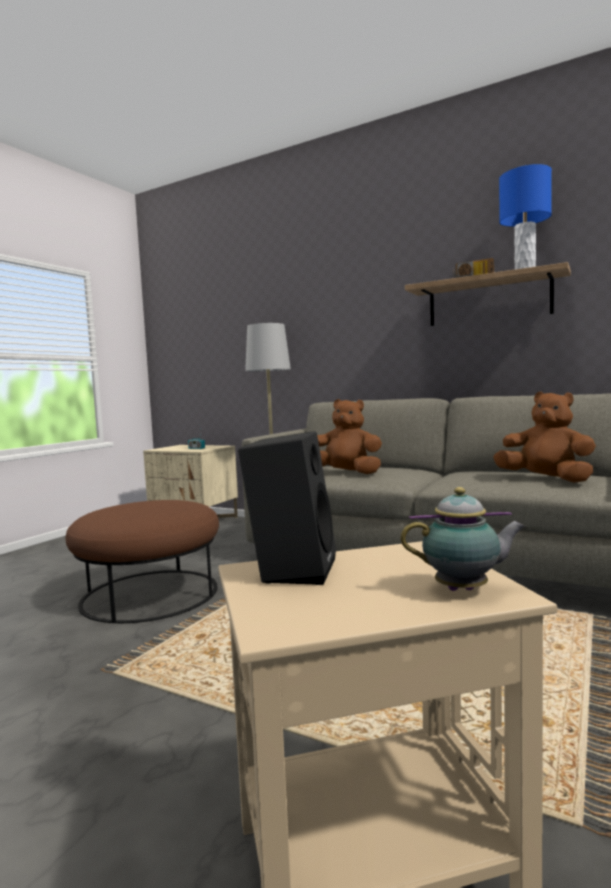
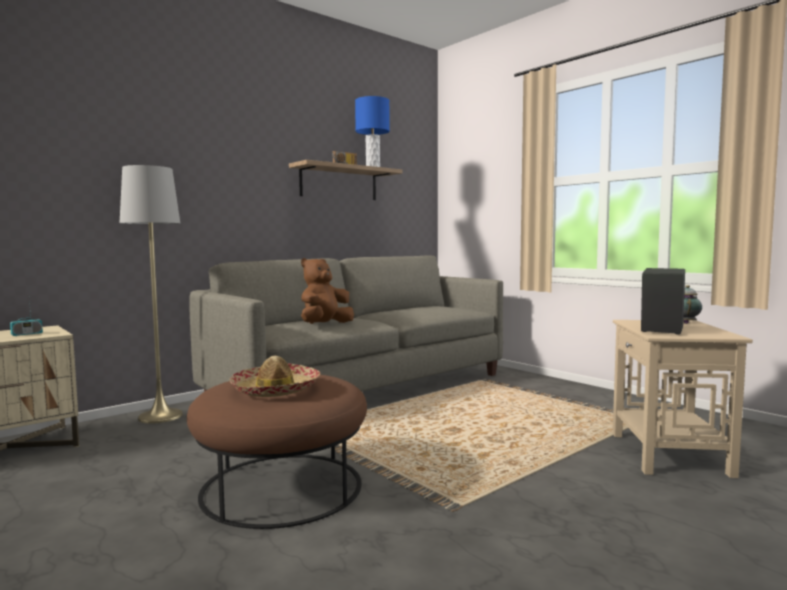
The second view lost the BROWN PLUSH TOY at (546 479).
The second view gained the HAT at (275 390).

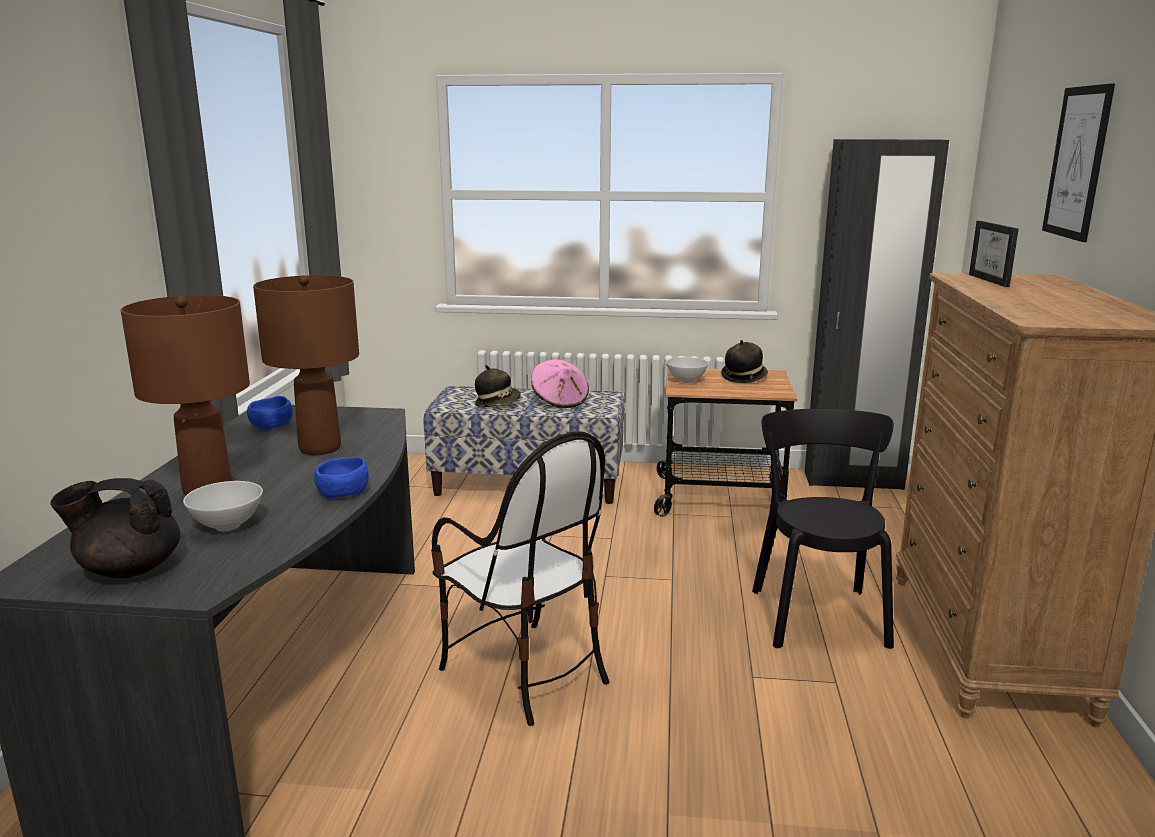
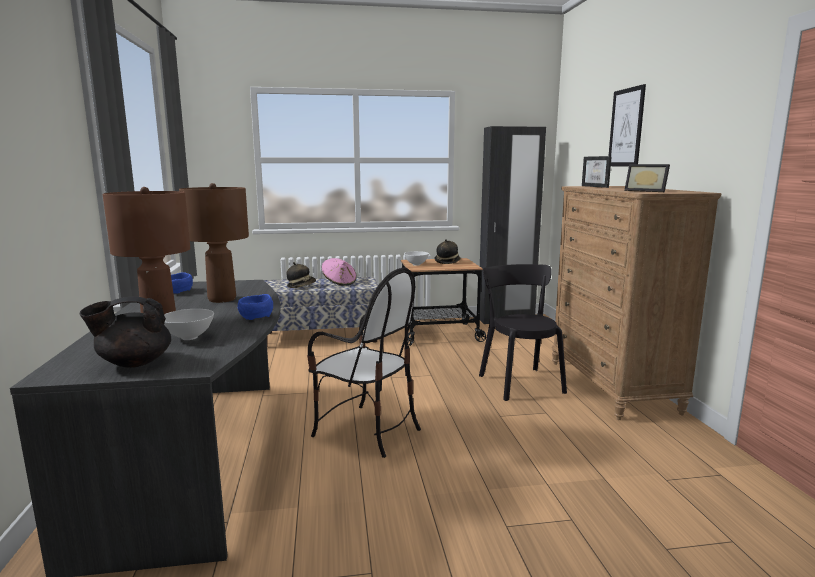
The second view gained the PICTURE FRAME at (647 191).

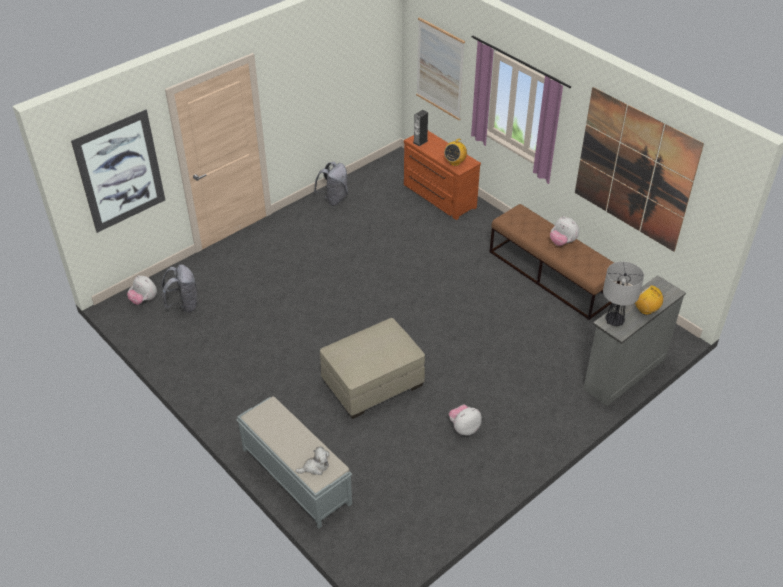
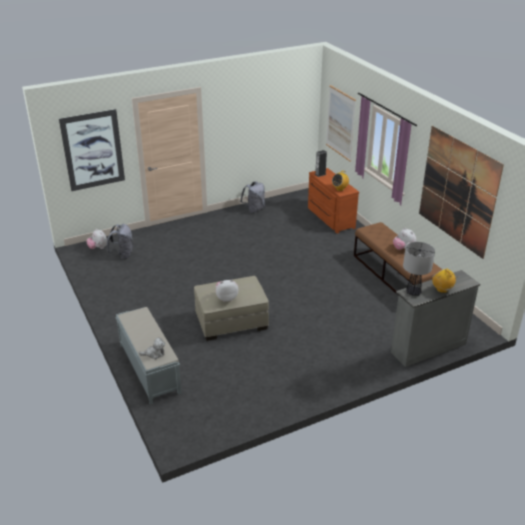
The PLUSH TOY ended up elsewhere, having gone from (464 428) to (226 298).

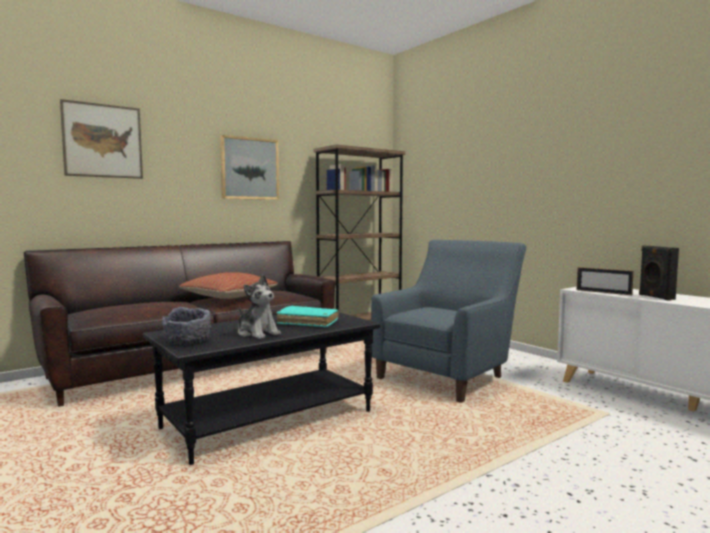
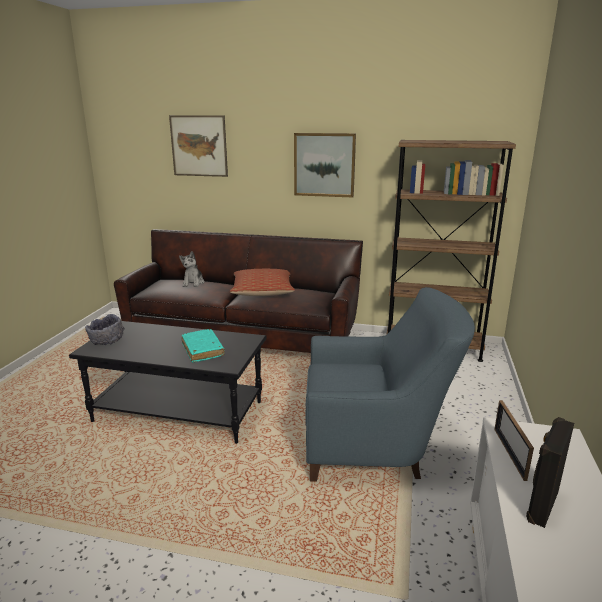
The PLUSH TOY ended up elsewhere, having gone from (257 333) to (193 283).

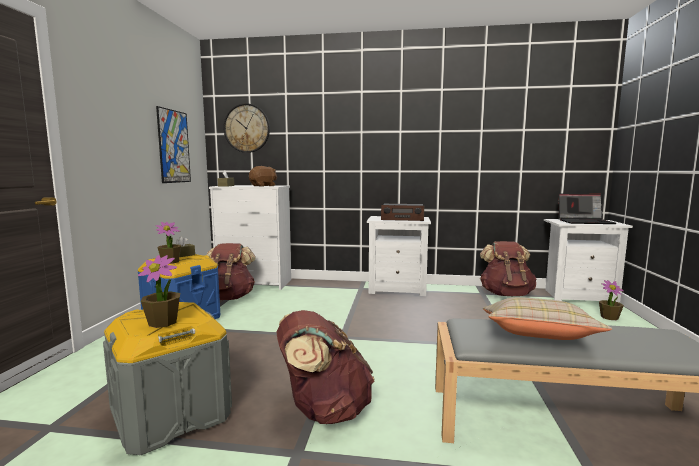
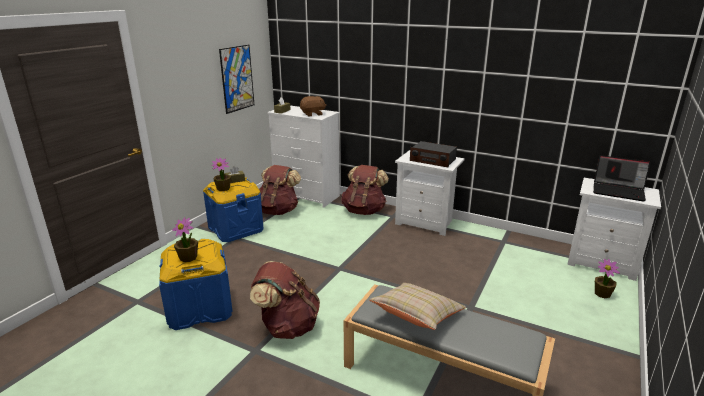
The second view lost the WALL CLOCK at (247 128).
The BROWN BACKPACK ended up elsewhere, having gone from (506 294) to (364 211).
What was the GREY STORAGE BOX at (171 415) turned into the BLUE STORAGE BOX at (199 308).

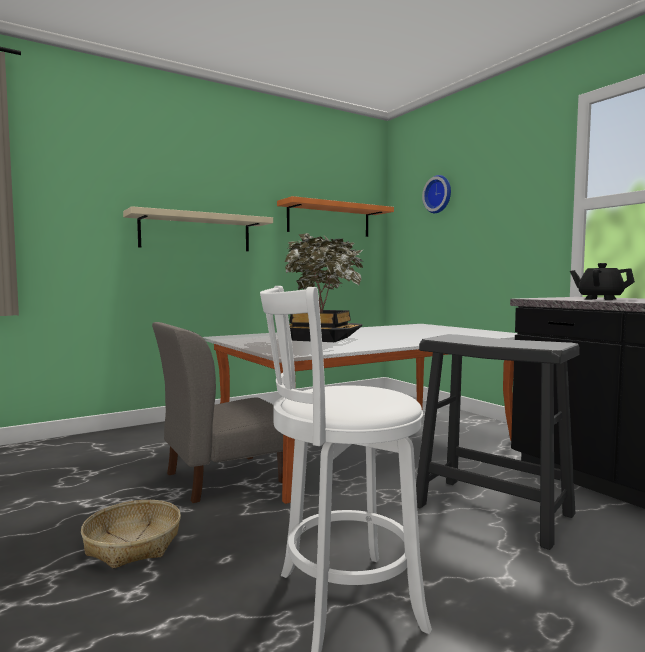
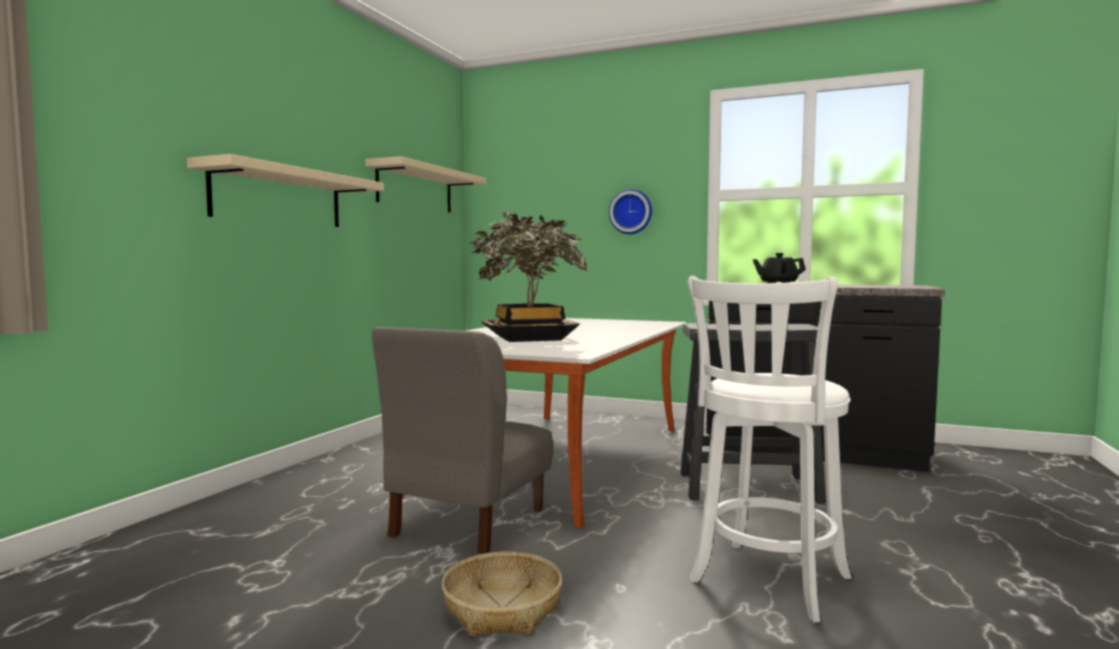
The WALL CLOCK ended up elsewhere, having gone from (439 194) to (631 212).
What was the ORANGE SHELF at (329 220) turned into the BEIGE SHELF at (415 189).

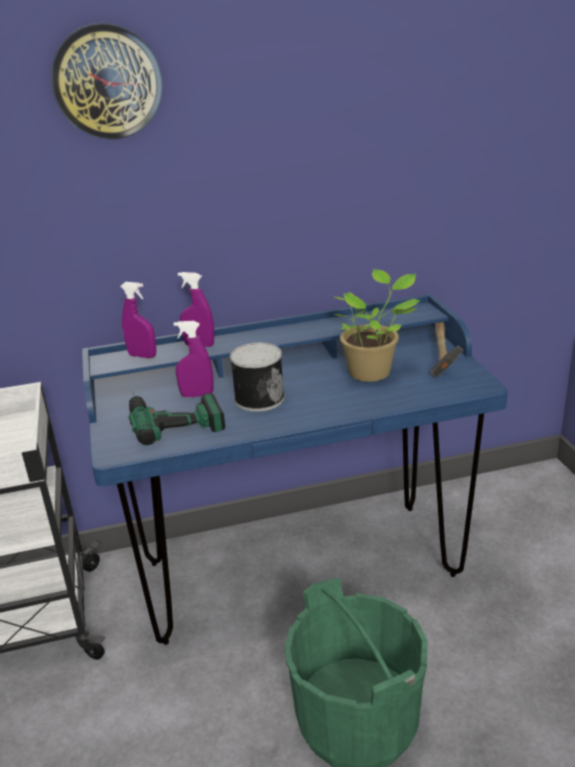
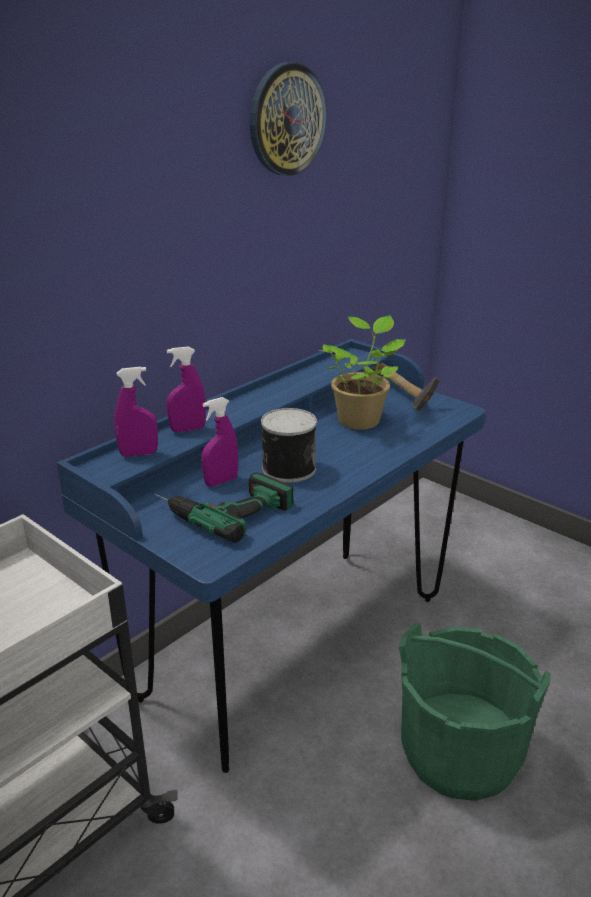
The WALL CLOCK ended up elsewhere, having gone from (107 82) to (286 120).

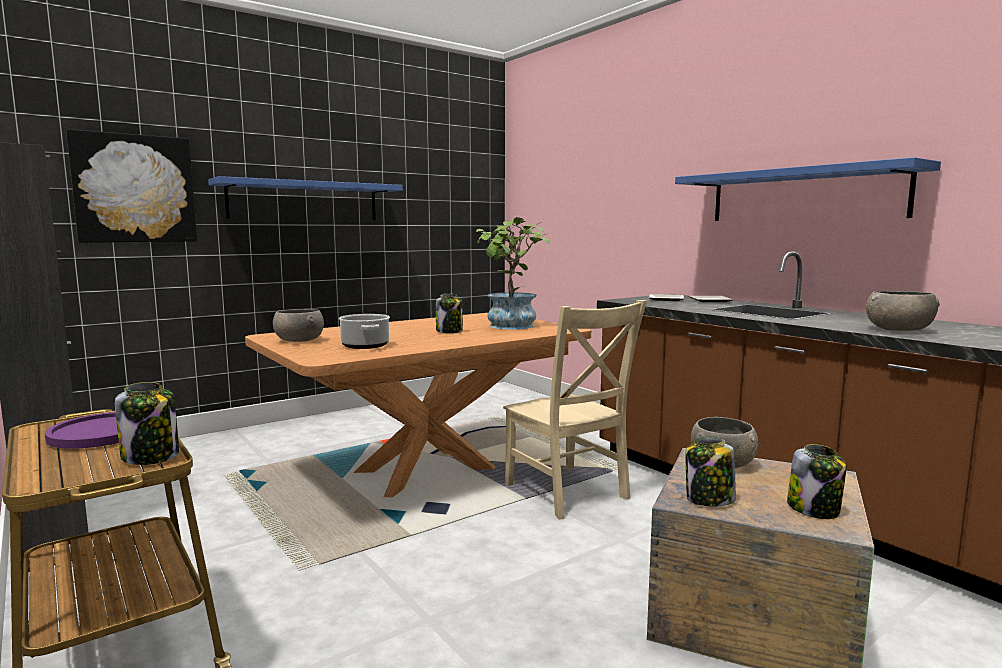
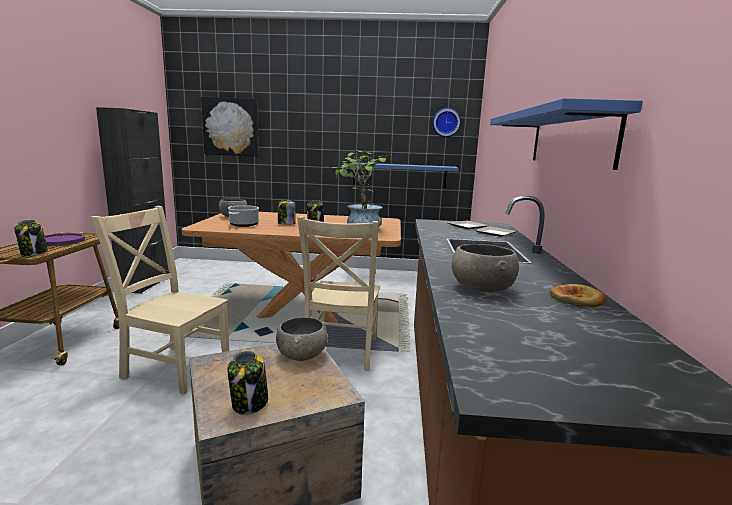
The BLUE SHELF ended up elsewhere, having gone from (304 201) to (399 175).
The JAR ended up elsewhere, having gone from (709 500) to (286 224).
The second view gained the WALL CLOCK at (446 122).
The second view gained the BEIGE CHAIR at (174 367).
The second view gained the BREAD at (577 300).

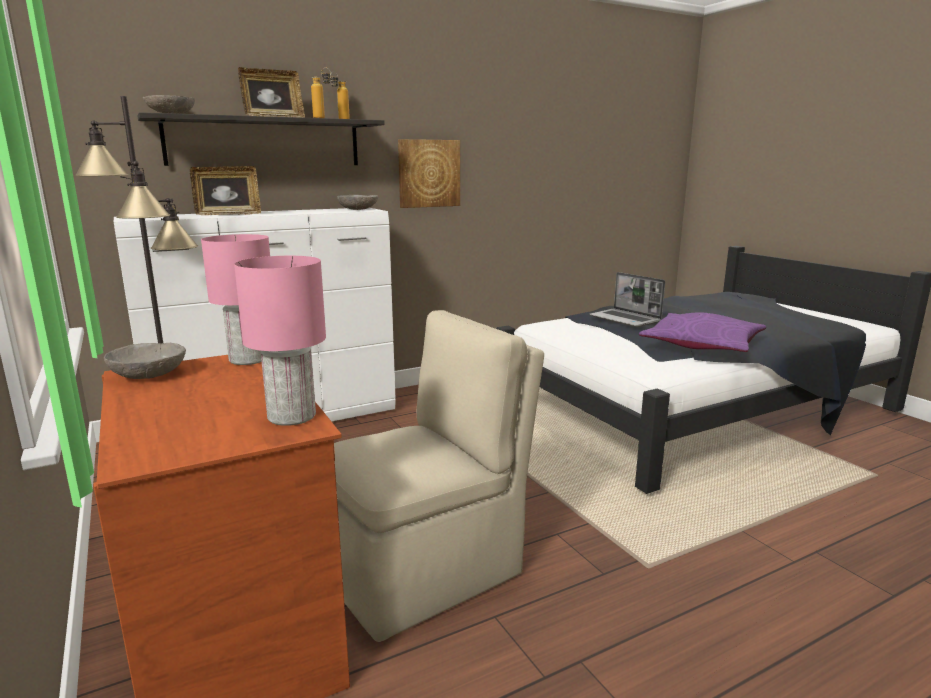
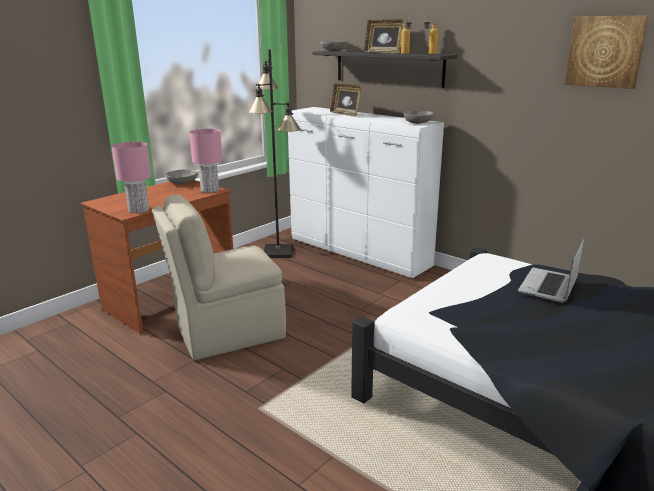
The PICTURE ended up elsewhere, having gone from (429 173) to (605 51).
The BEIGE CHAIR at (426 570) ended up facing another way, 120 degrees clockwise from before.
The second view lost the PURPLE PILLOW at (702 345).

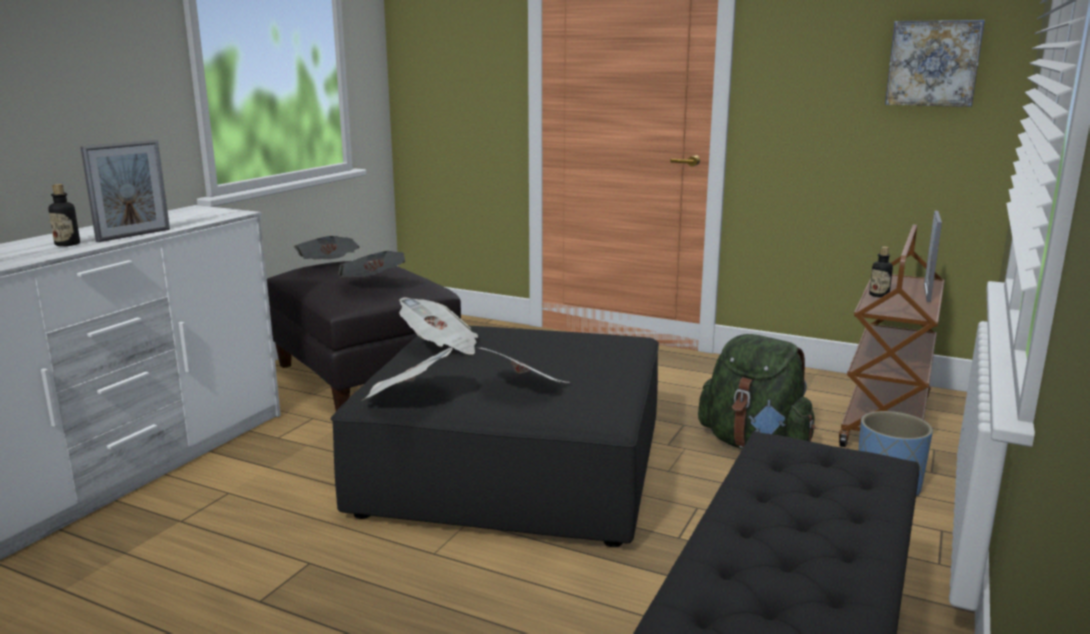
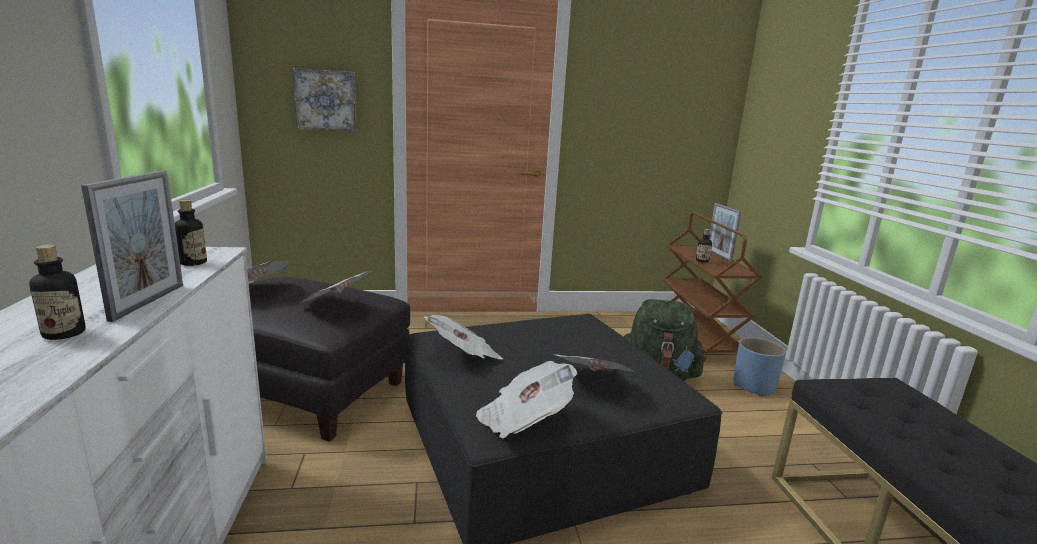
The PICTURE ended up elsewhere, having gone from (933 63) to (326 100).
The second view gained the BOTTLE at (193 263).

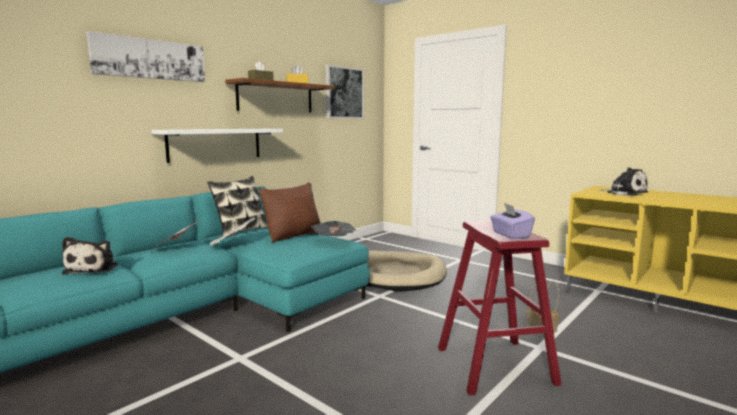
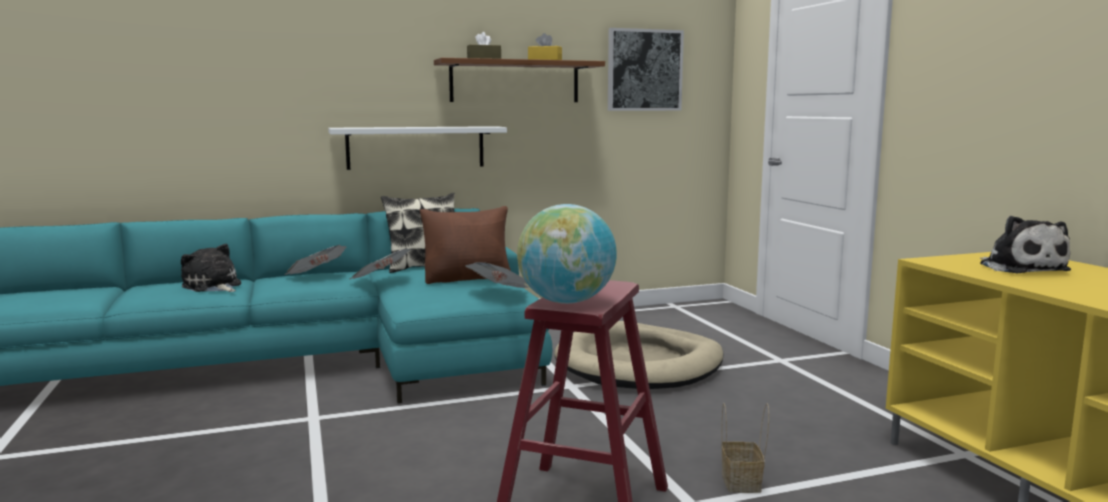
The second view lost the PICTURE at (150 59).
Where the PURPLE TISSUE BOX stood at (510 235), the GLOBE came to stand at (566 302).
The PLUSH TOY at (93 269) ended up facing another way, 105 degrees clockwise from before.

